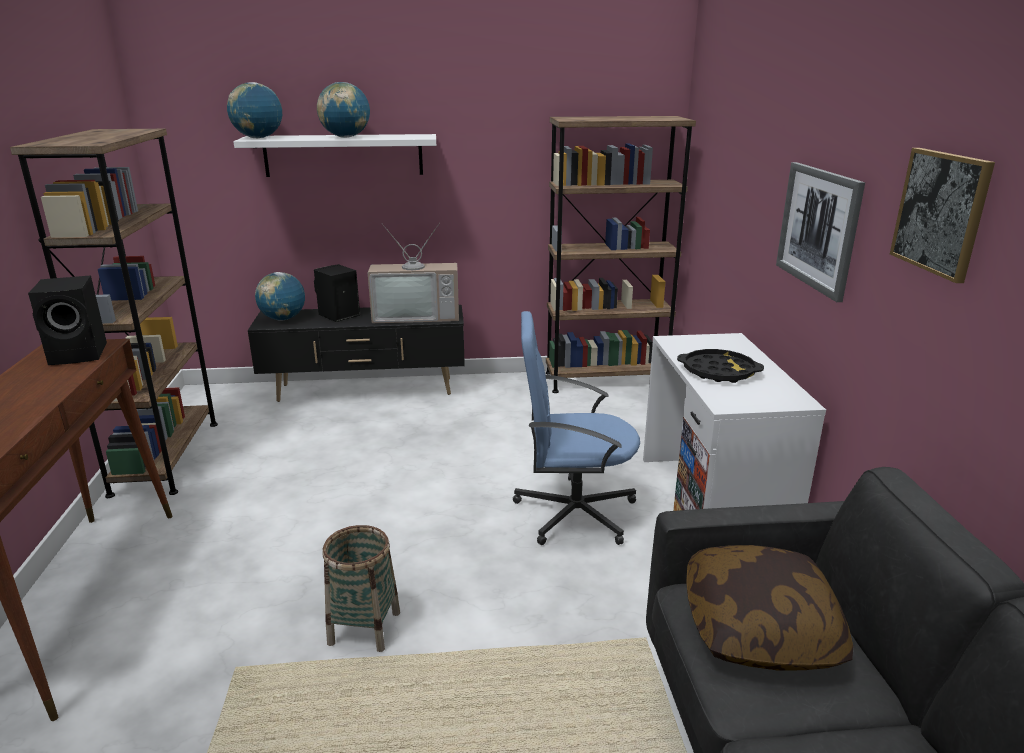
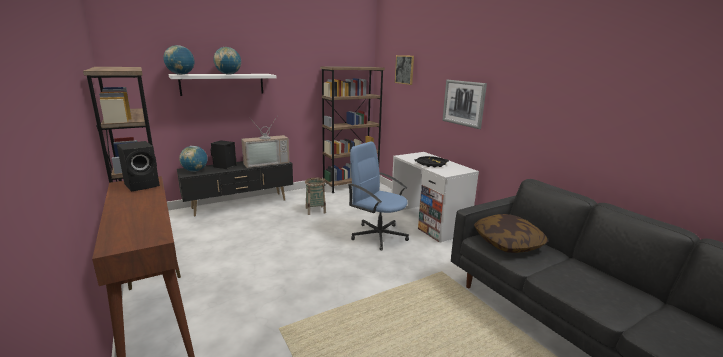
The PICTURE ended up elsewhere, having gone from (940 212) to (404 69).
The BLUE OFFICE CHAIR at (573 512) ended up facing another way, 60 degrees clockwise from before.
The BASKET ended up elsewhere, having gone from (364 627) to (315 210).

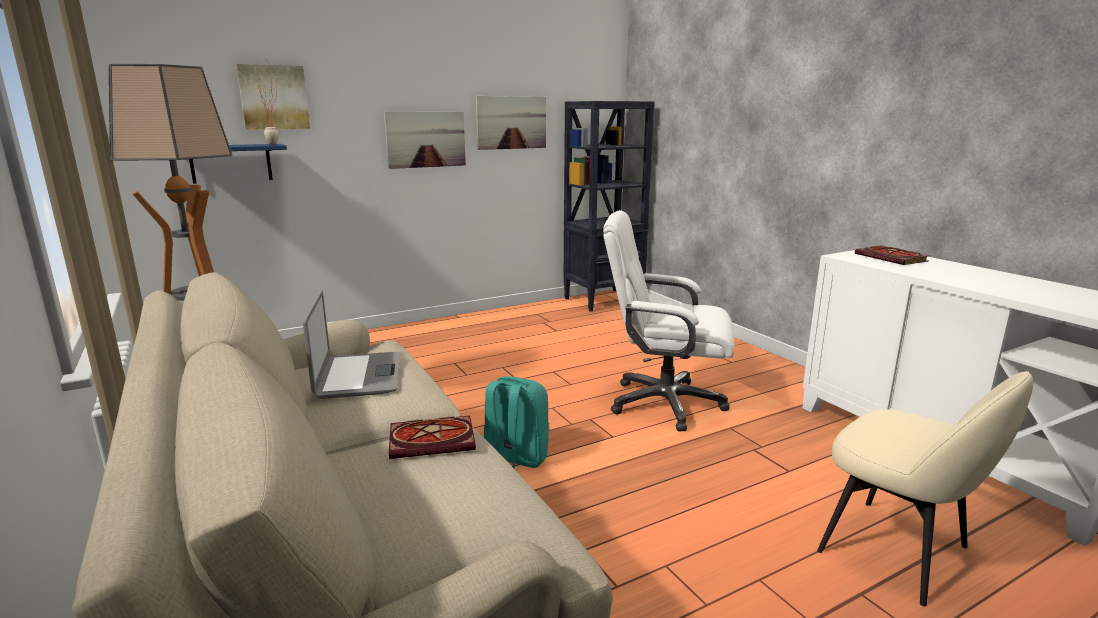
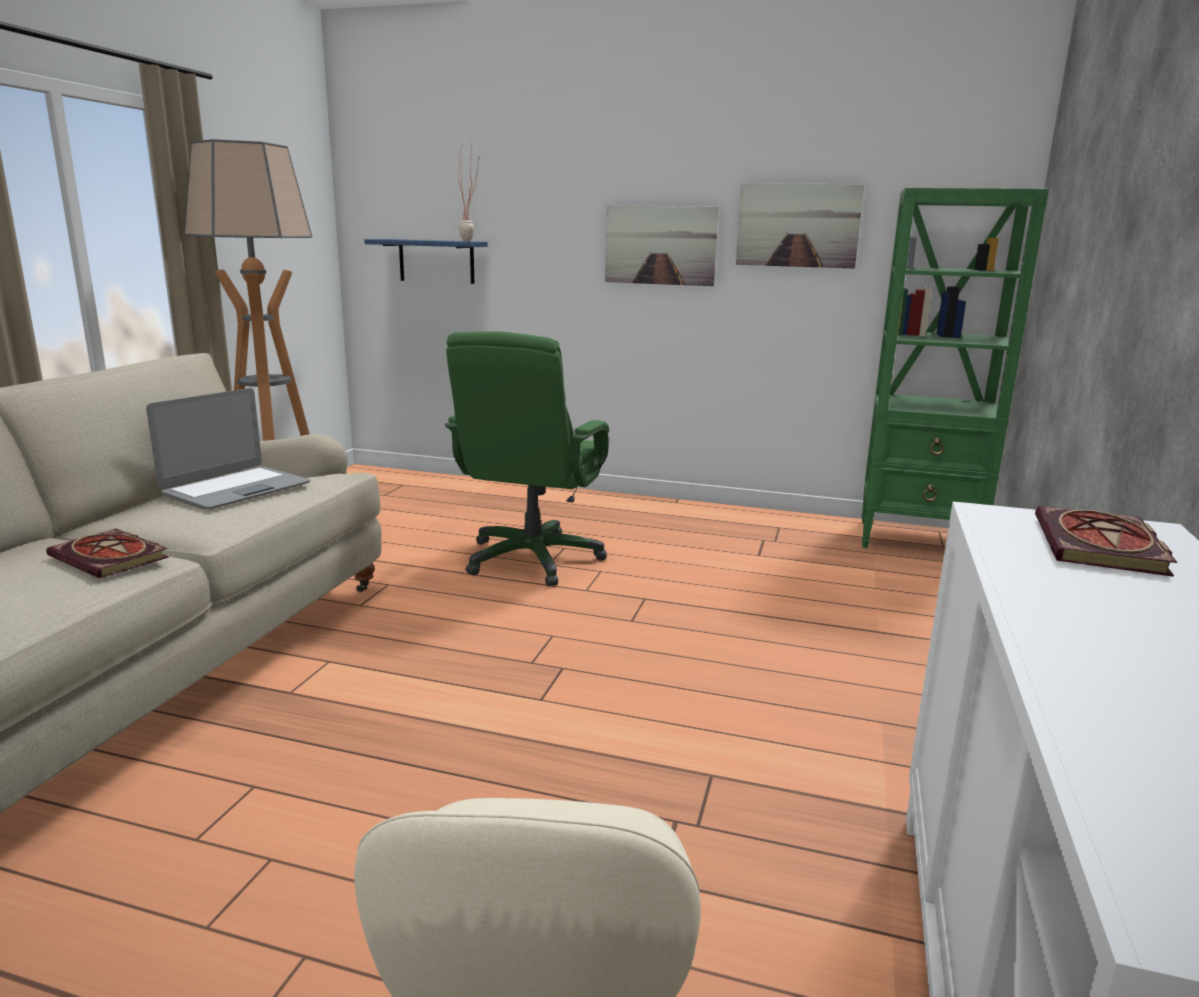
The second view lost the PICTURE at (274 97).
What was the BLACK BOOKCASE at (604 300) turned into the GREEN BOOKCASE at (919 540).
The second view lost the WHITE OFFICE CHAIR at (664 403).
The second view lost the TURQUOISE BACKPACK at (514 459).
The second view gained the GREEN OFFICE CHAIR at (532 559).

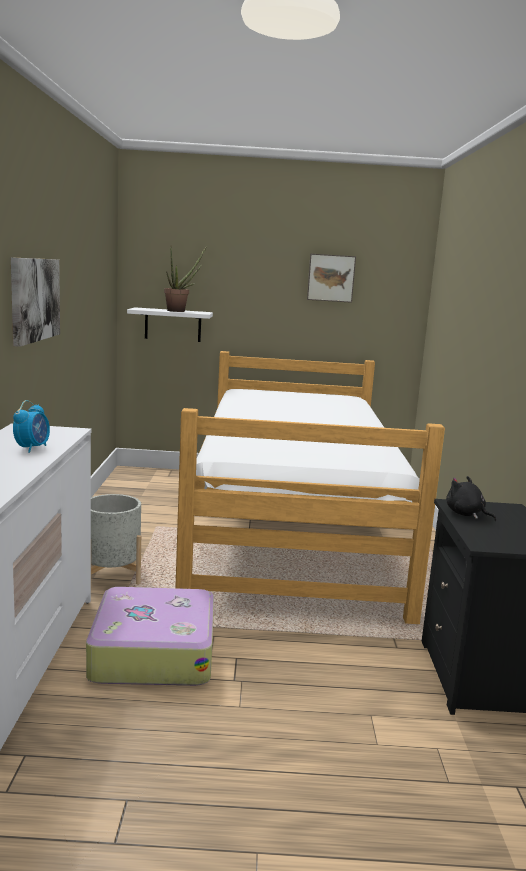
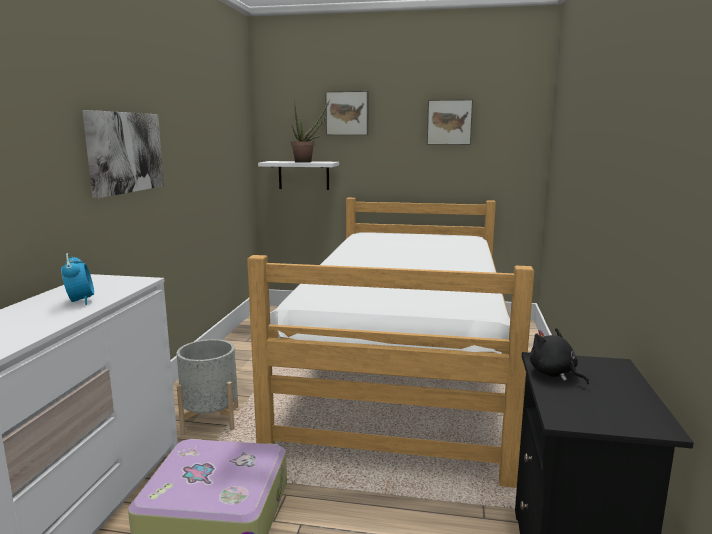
The ALARM CLOCK at (32 448) ended up facing another way, 45 degrees counterclockwise from before.
The second view gained the PICTURE at (347 113).

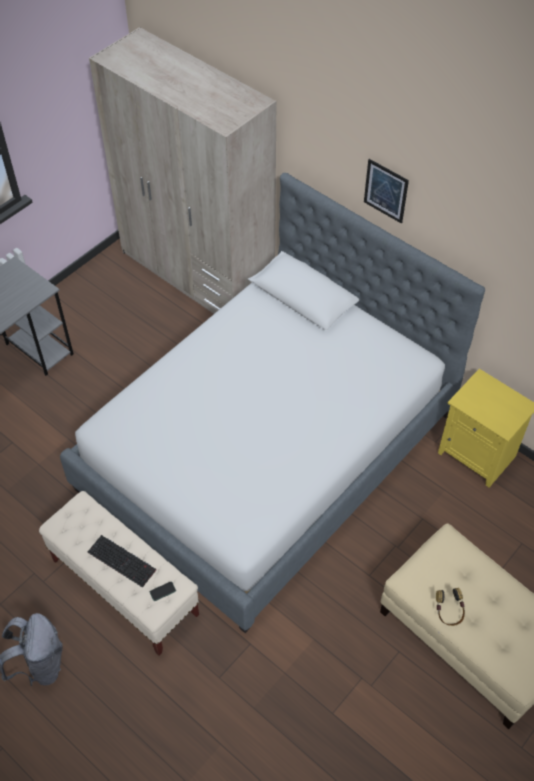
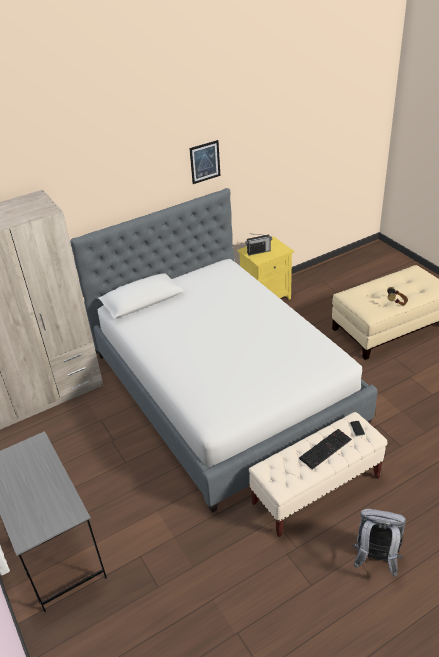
The PICTURE ended up elsewhere, having gone from (386 191) to (205 162).
The second view gained the RADIO at (258 251).

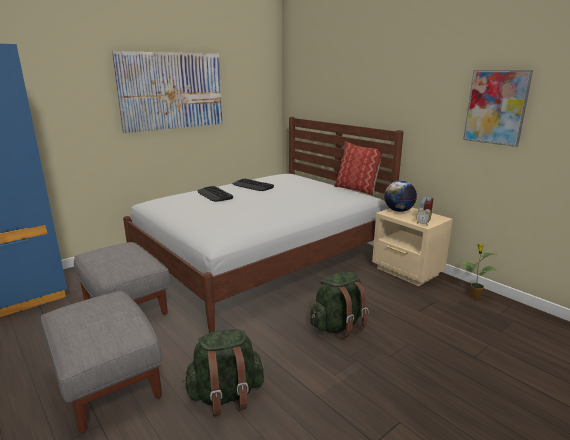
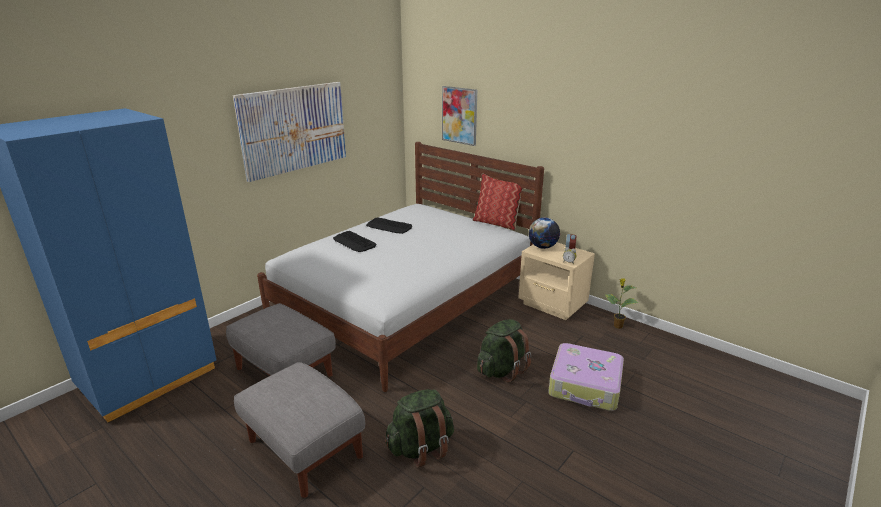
The PICTURE ended up elsewhere, having gone from (496 107) to (459 115).
The second view gained the SUITCASE at (585 386).

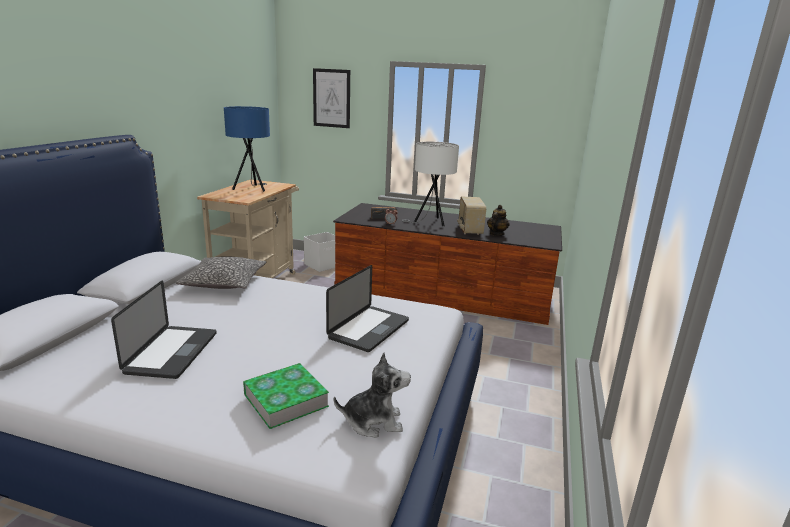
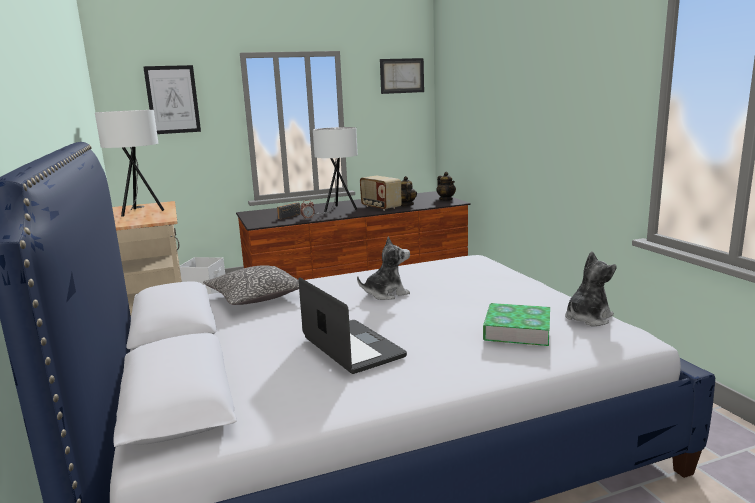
What was the BLUE TABLE LAMP at (252 189) turned into the WHITE TABLE LAMP at (140 212).
The second view lost the LAPTOP at (369 329).
The second view gained the PICTURE at (402 76).
The second view gained the TEAPOT at (446 199).
The second view gained the PLUSH TOY at (386 294).

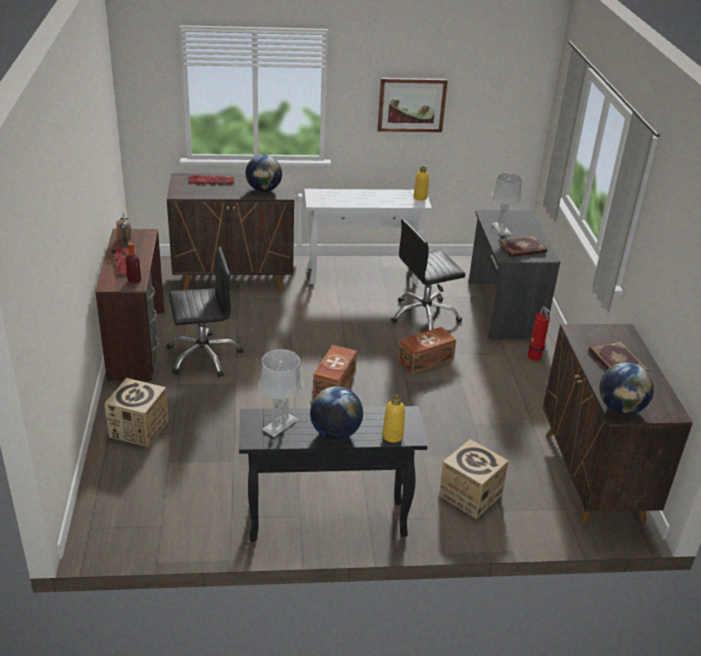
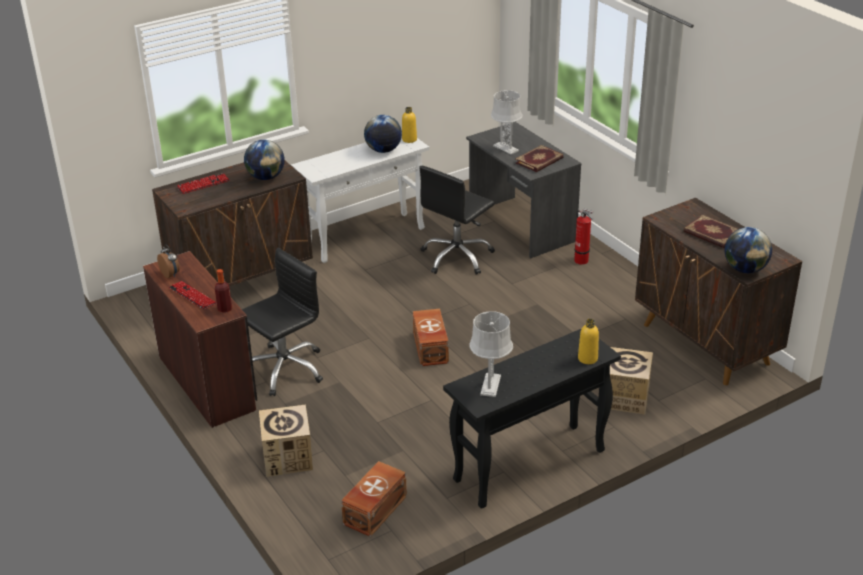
The second view lost the PICTURE at (411 104).
The BROWN STORAGE BOX ended up elsewhere, having gone from (424 360) to (373 510).
The GLOBE ended up elsewhere, having gone from (335 433) to (383 150).

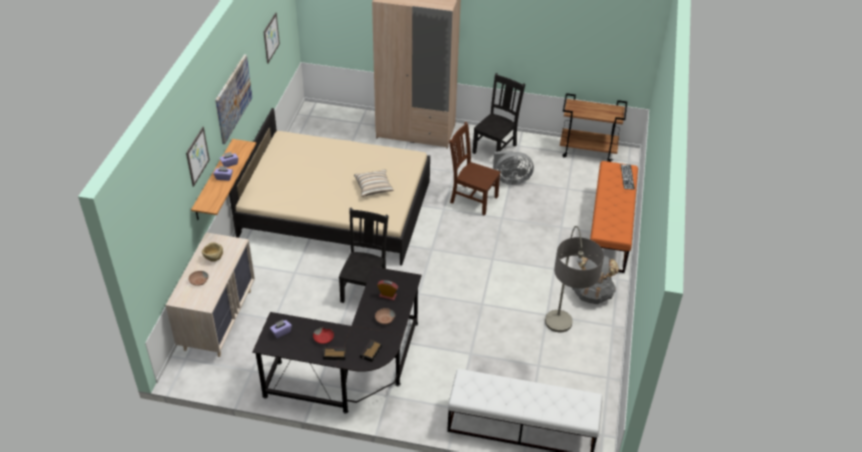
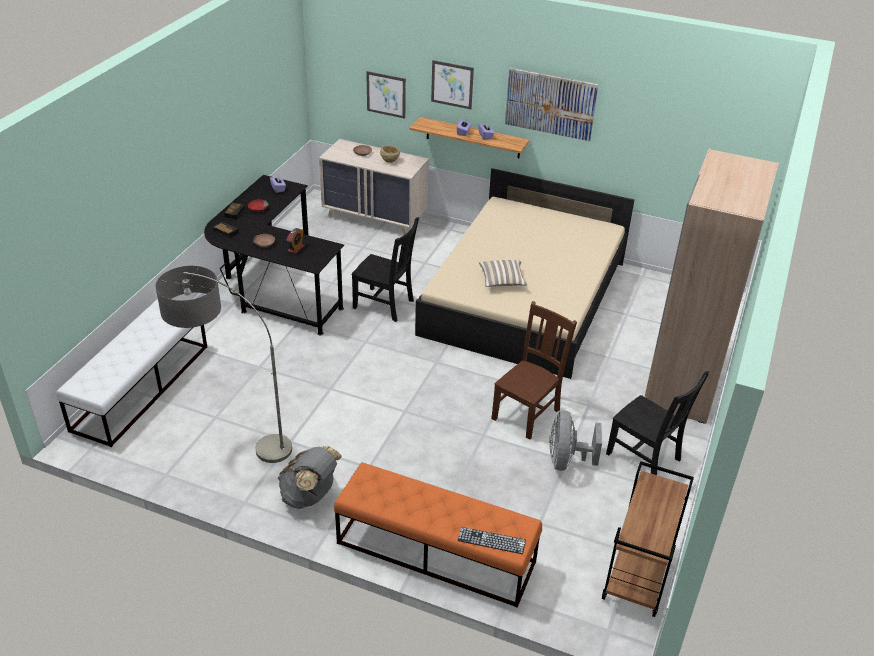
The PICTURE ended up elsewhere, having gone from (271 38) to (386 94).

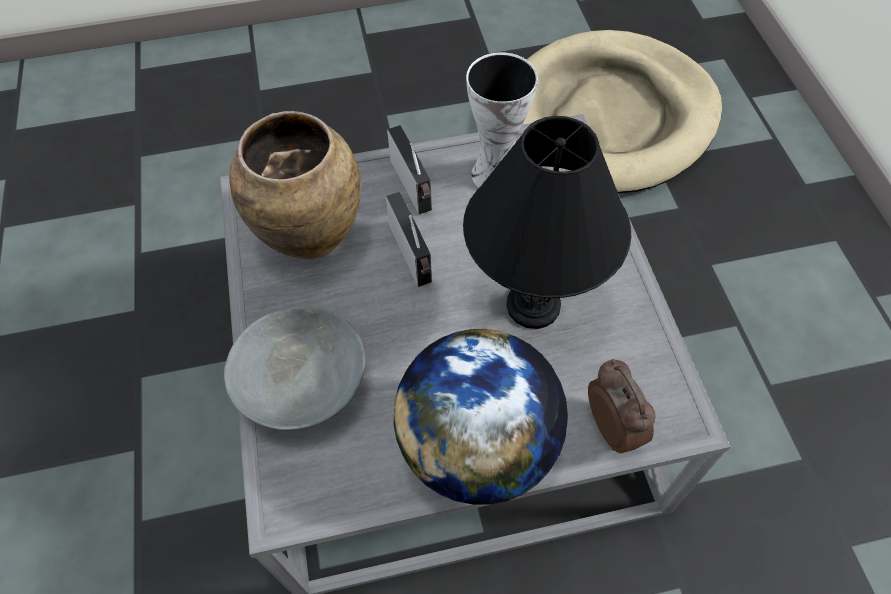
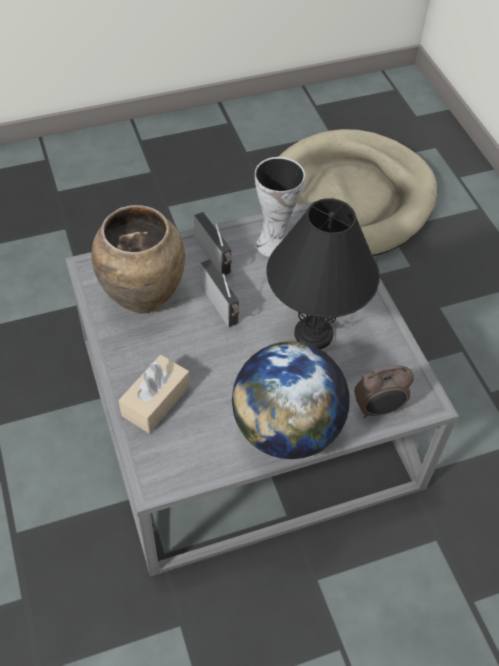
Where the GREY BOWL stood at (303 387), the BEIGE TISSUE BOX came to stand at (156 401).
The ALARM CLOCK at (613 427) ended up facing another way, 105 degrees clockwise from before.

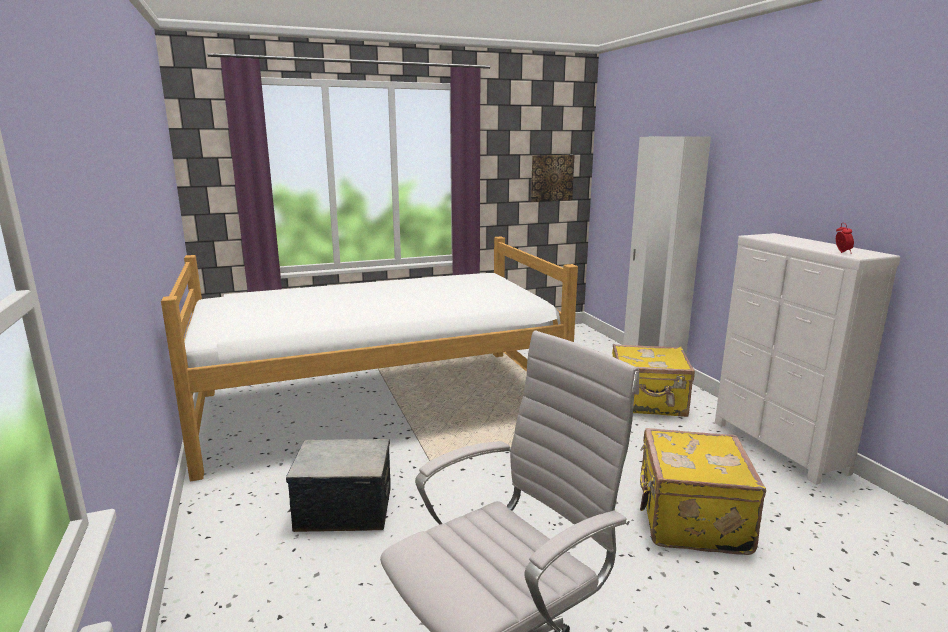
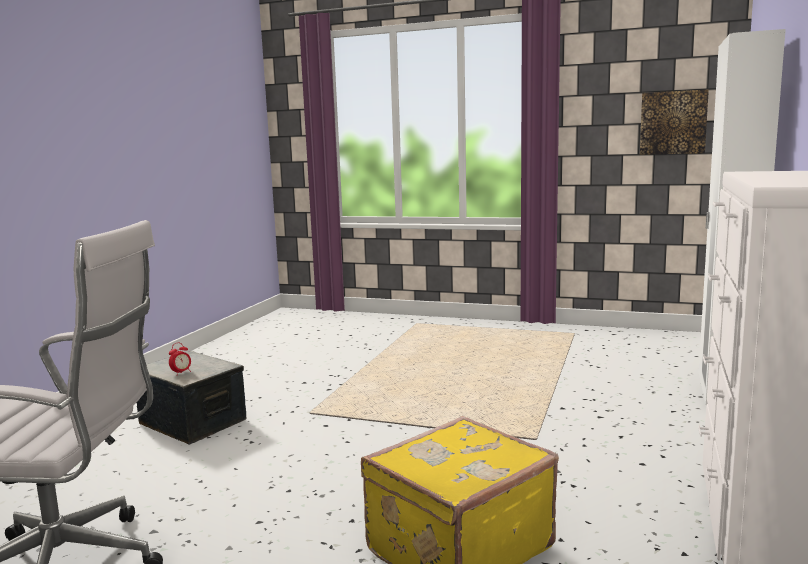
The ALARM CLOCK ended up elsewhere, having gone from (842 252) to (181 373).
The second view lost the BED at (379 403).
The second view lost the YELLOW SUITCASE at (648 403).

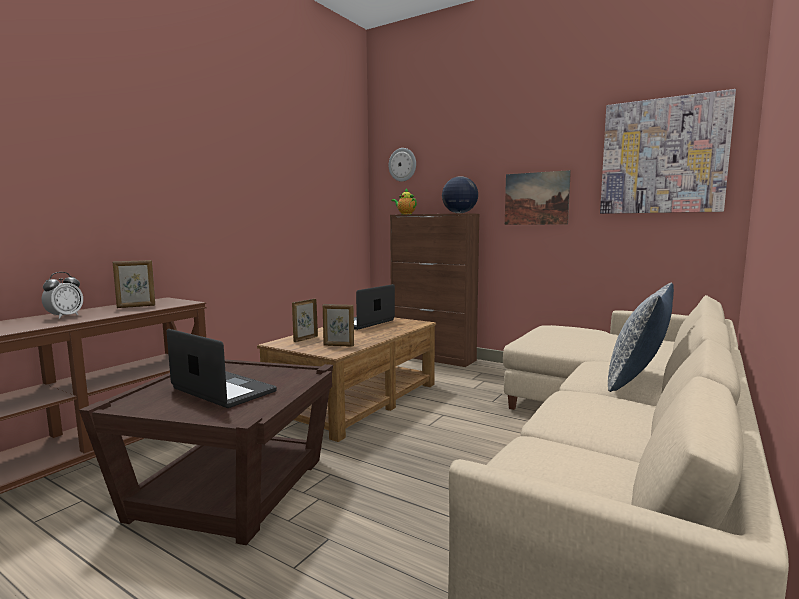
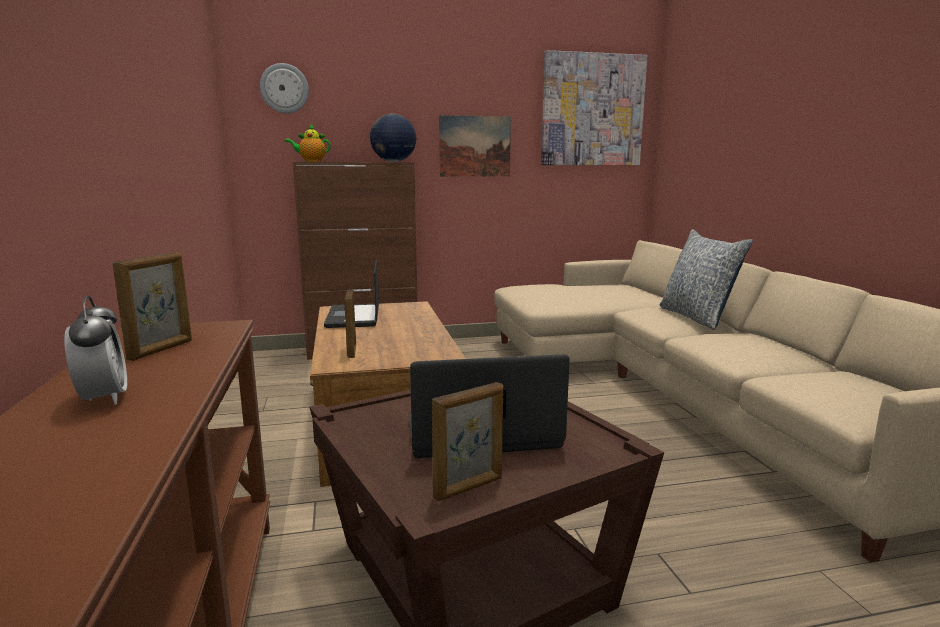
The PICTURE FRAME ended up elsewhere, having gone from (338 345) to (469 488).

